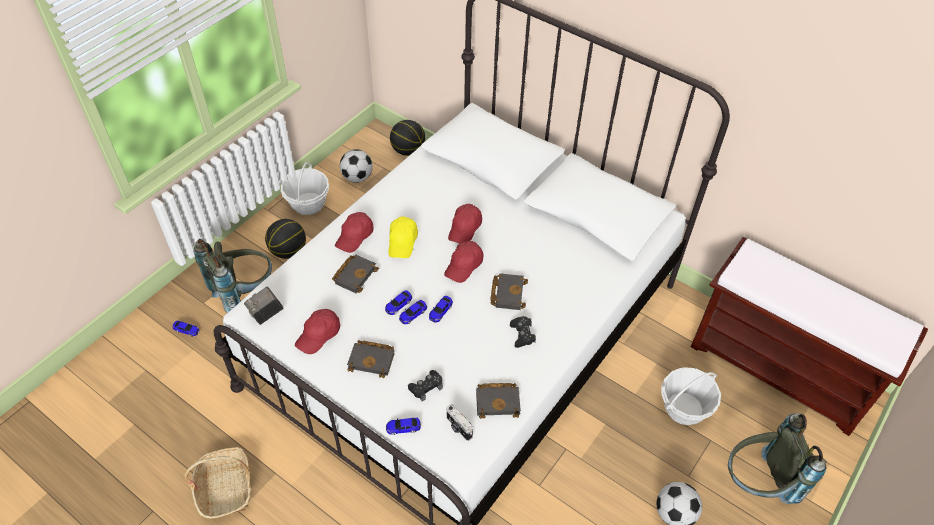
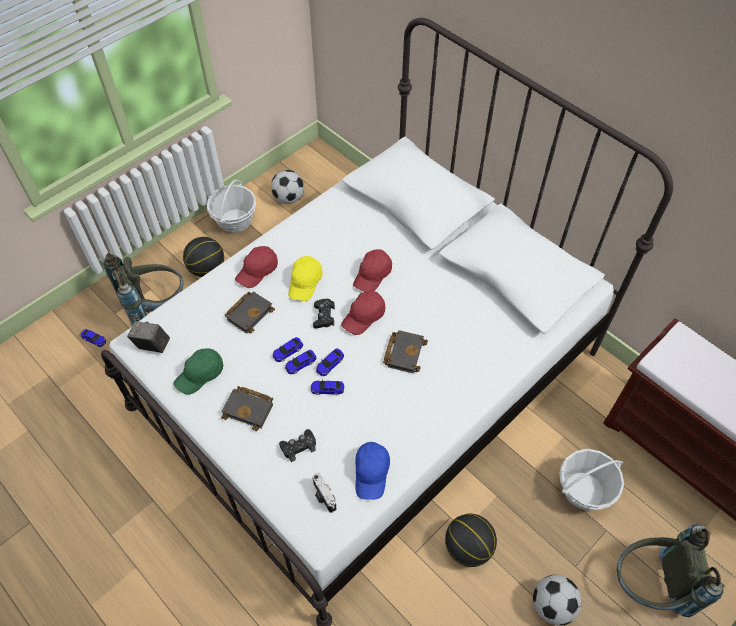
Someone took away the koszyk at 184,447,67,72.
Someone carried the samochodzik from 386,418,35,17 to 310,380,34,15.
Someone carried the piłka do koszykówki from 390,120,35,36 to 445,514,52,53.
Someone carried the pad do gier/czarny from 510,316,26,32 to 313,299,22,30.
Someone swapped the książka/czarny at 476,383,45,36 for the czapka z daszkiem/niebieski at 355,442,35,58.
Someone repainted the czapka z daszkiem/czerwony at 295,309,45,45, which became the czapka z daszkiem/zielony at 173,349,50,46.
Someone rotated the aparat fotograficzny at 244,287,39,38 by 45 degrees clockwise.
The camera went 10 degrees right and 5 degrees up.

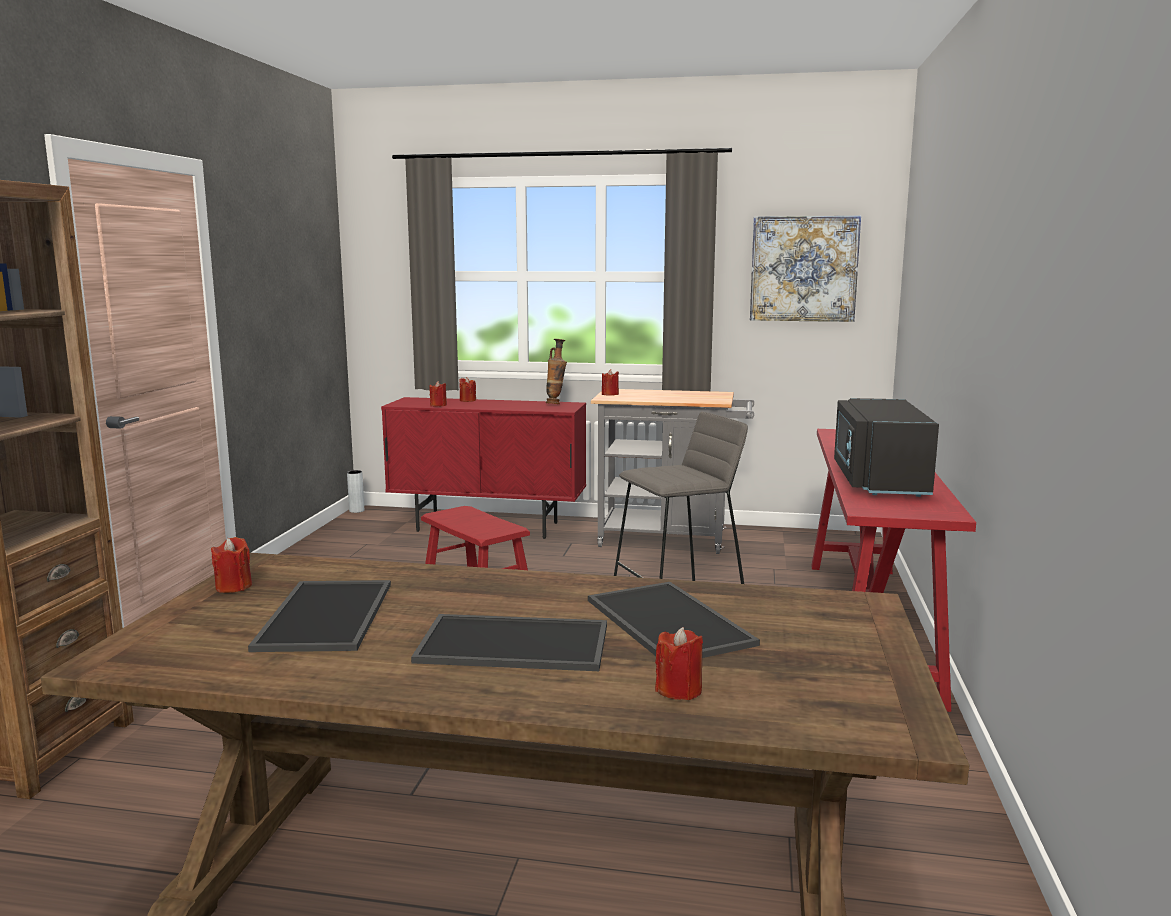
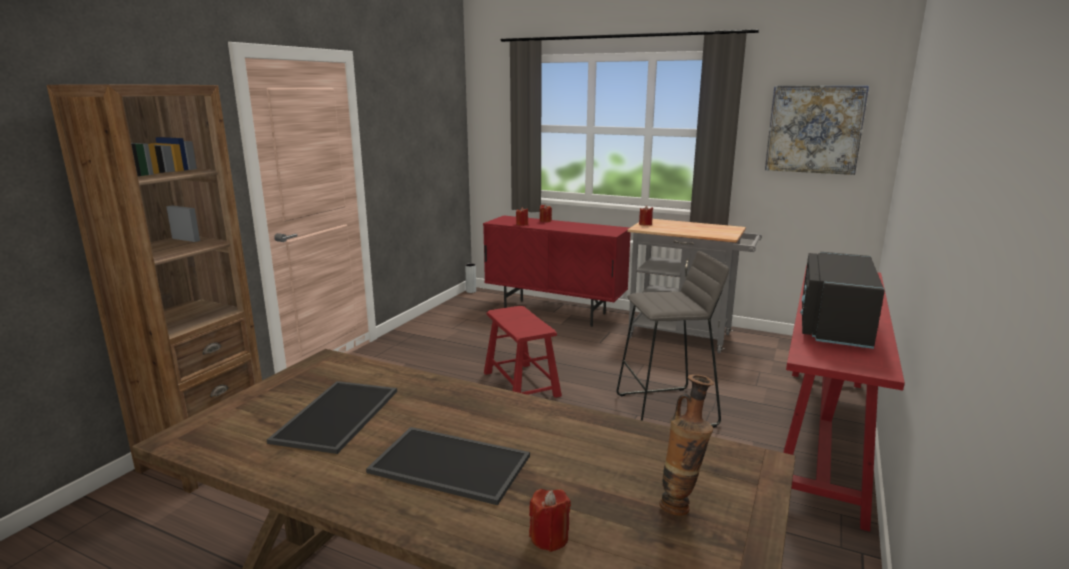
Someone took away the świeca/czerwony at 211,537,41,56.
Someone took away the taca at 588,582,172,76.
Someone carried the wazon from 546,339,21,65 to 659,374,55,142.
The camera went 15 degrees right and 5 degrees up.

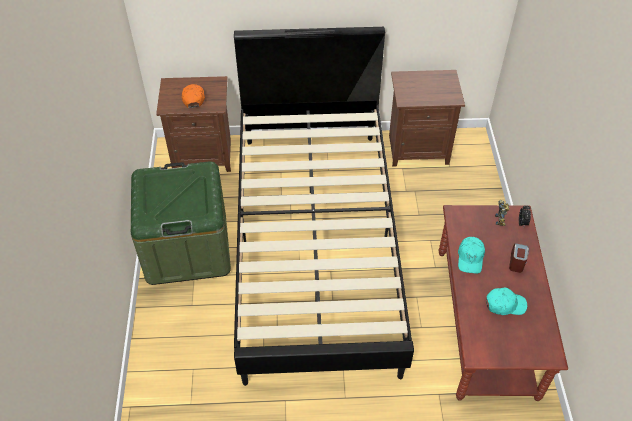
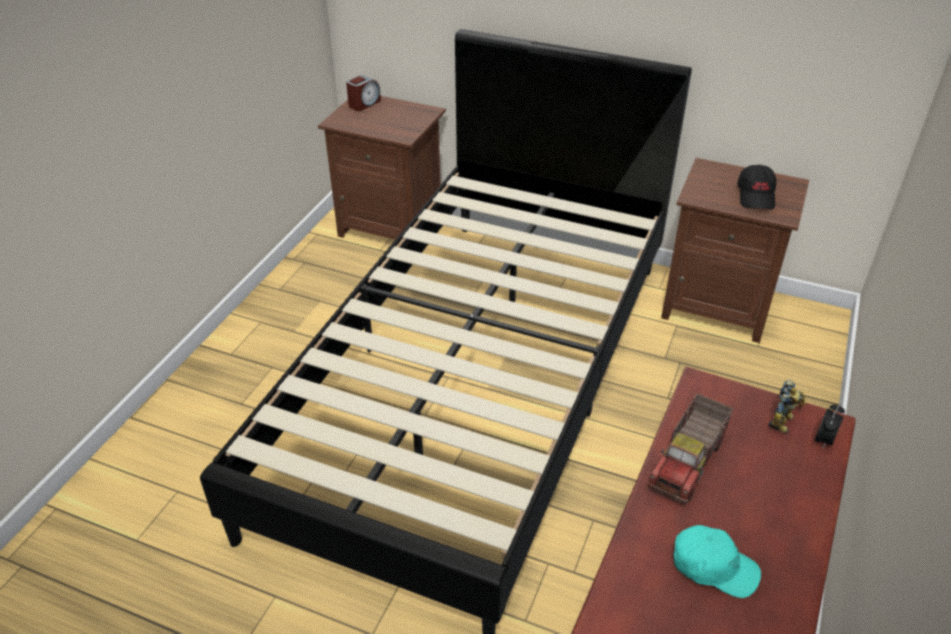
Someone took away the pojemnik do przechowywania/zielony at 131,161,100,124.
Someone took away the czapka z daszkiem/pomarańczowy at 182,84,23,24.
Someone put down the czapka z daszkiem/czarny at 737,165,39,45.
Someone carried the budzik from 509,243,20,30 to 346,75,35,36.
Someone swapped the czapka z daszkiem/turkusowy at 458,237,27,37 for the ciężarówka zabawkowa at 647,394,86,110.
The camera went 25 degrees right and 10 degrees down.

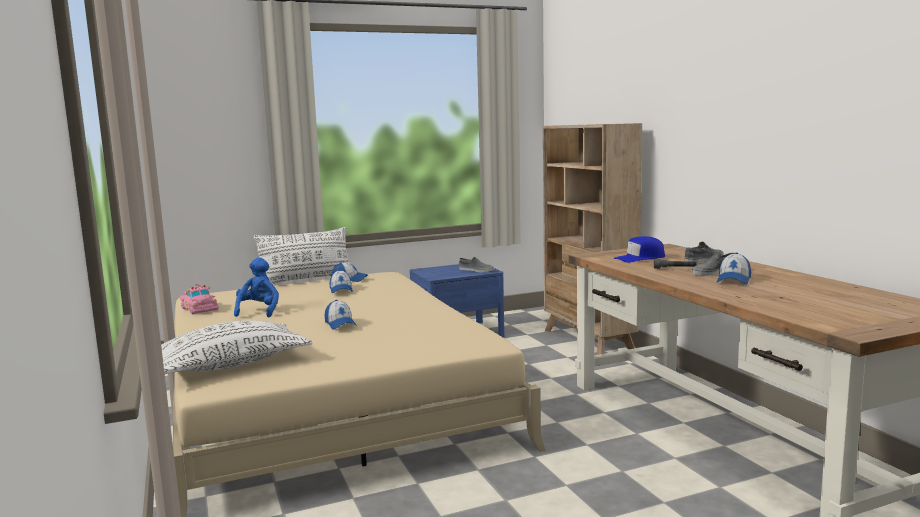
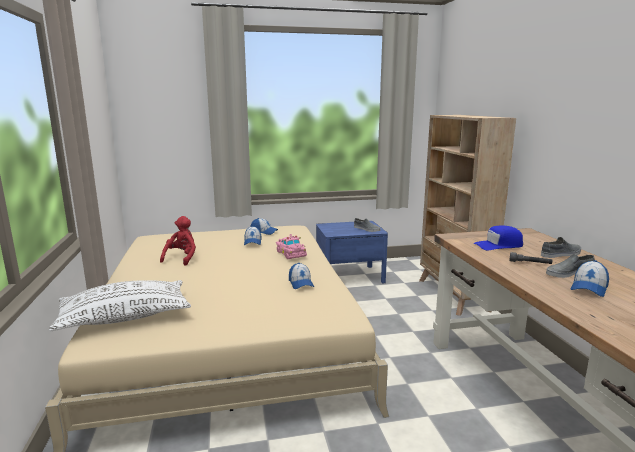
Someone took away the poduszka/biały at 254,227,96,57.
Someone carried the samochodzik/różowy from 180,284,39,30 to 276,234,31,25.
Someone carried the czapka z daszkiem from 325,300,32,29 to 289,263,25,26.
Someone repainted the pluszak/niebieski at 234,258,45,59, which became the pluszak/czerwony at 160,216,36,50.
The camera went 10 degrees right and 5 degrees up.

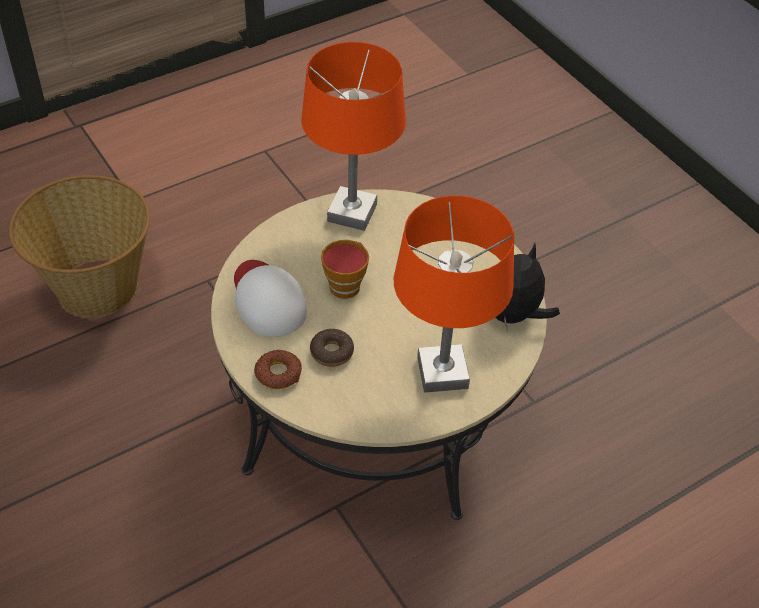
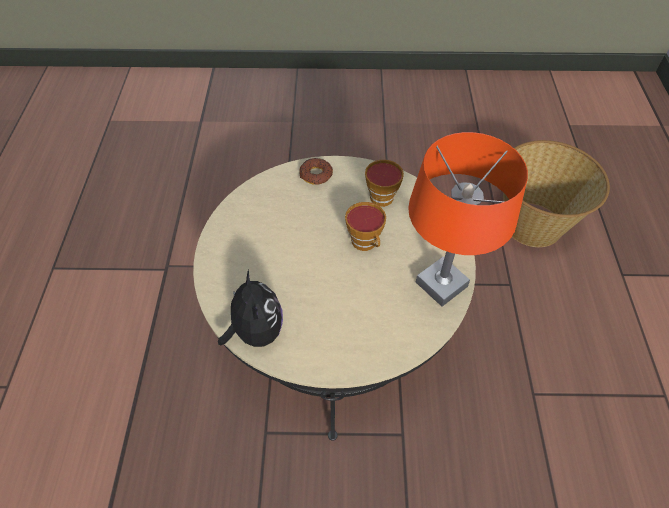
Someone took away the donut at 310,329,44,38.
Someone took away the lampa stołowa/pomarańczowy at 394,195,120,198.
Someone swapped the czapka z daszkiem/biały at 234,260,73,77 for the filiżanka at 365,160,39,47.
The camera went 125 degrees right and 5 degrees up.

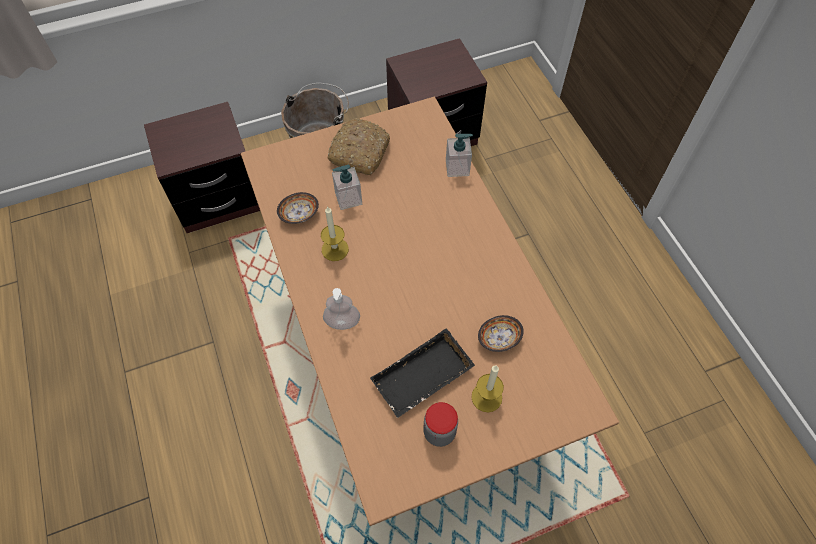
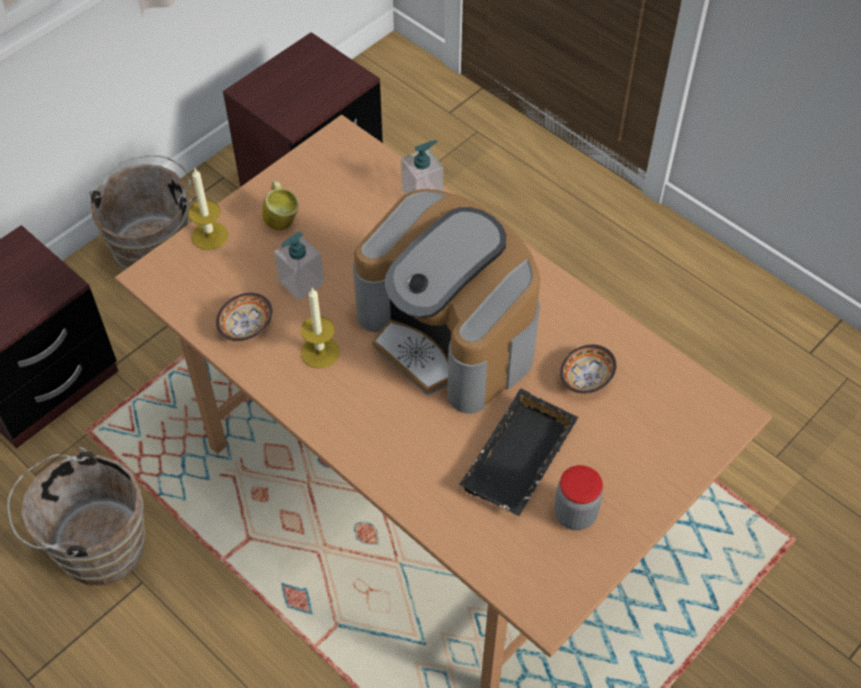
Someone took away the dozownik mydła at 323,288,37,42.
Someone put down the wiadro/brązowy at 7,447,138,139.
Someone put down the ekspres do kawy at 353,189,187,225.
Someone carried the świeca from 471,365,33,47 to 189,169,39,81.
Someone swapped the chleb at 328,118,62,57 for the kubek at 262,181,37,49.
The camera went 25 degrees left and 5 degrees down.

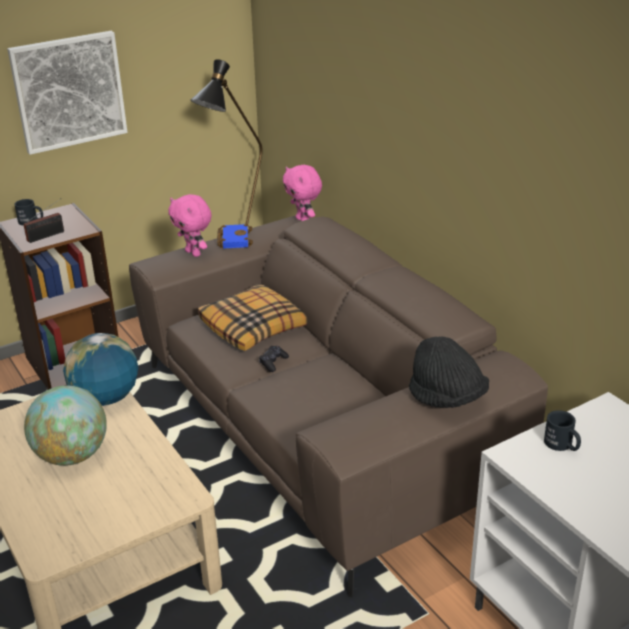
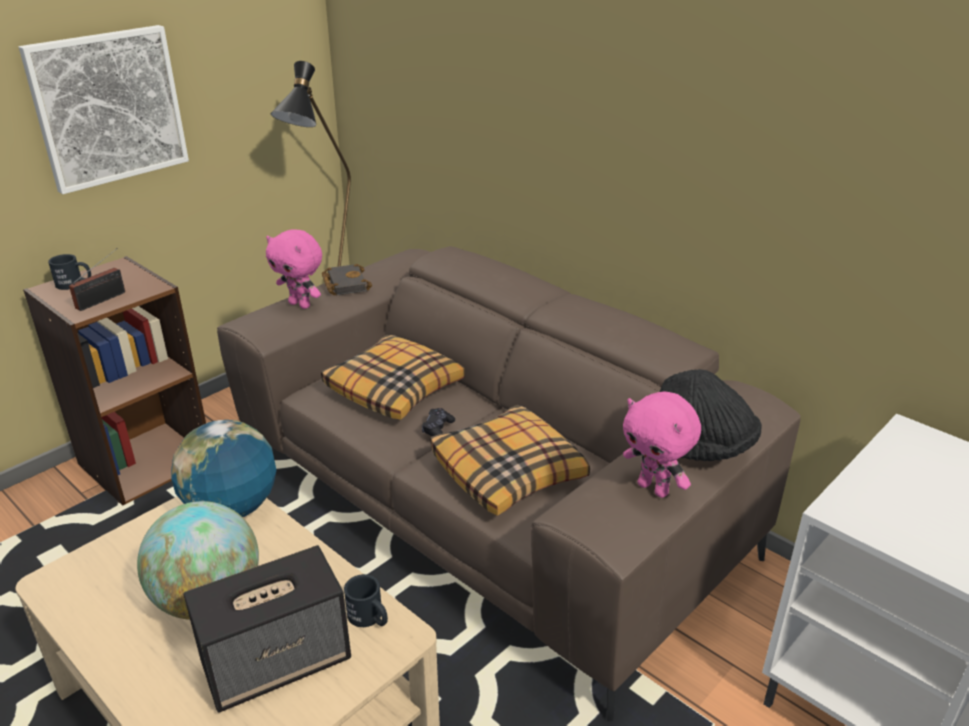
Someone put down the głośnik at 184,545,167,168.
Someone put down the poduszka at 430,405,160,111.
Someone carried the pluszak/różowy from 283,165,39,56 to 623,391,78,107.
Someone carried the kubek/czarny from 544,410,37,41 to 344,574,44,53.
Someone repainted the książka/niebieski at 217,224,36,25, which became the książka/czarny at 322,264,50,31.
The camera went 15 degrees left and 0 degrees up.

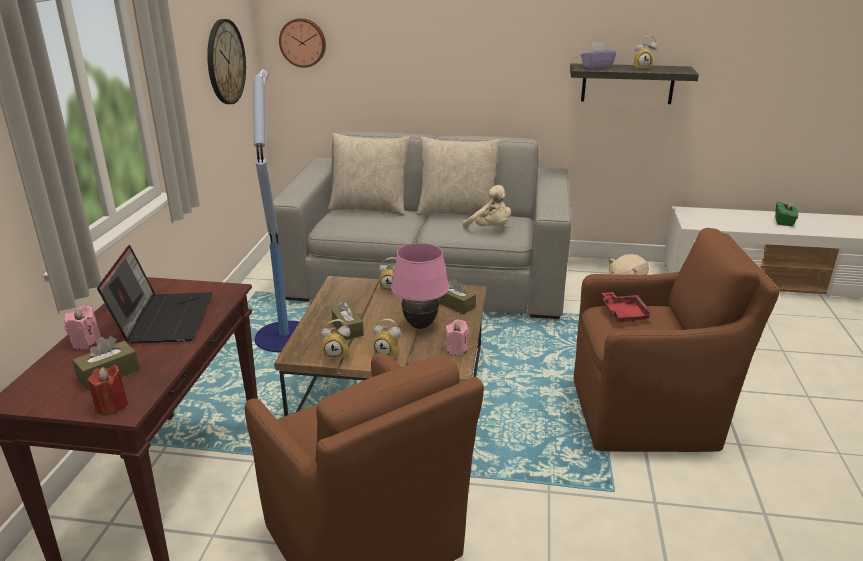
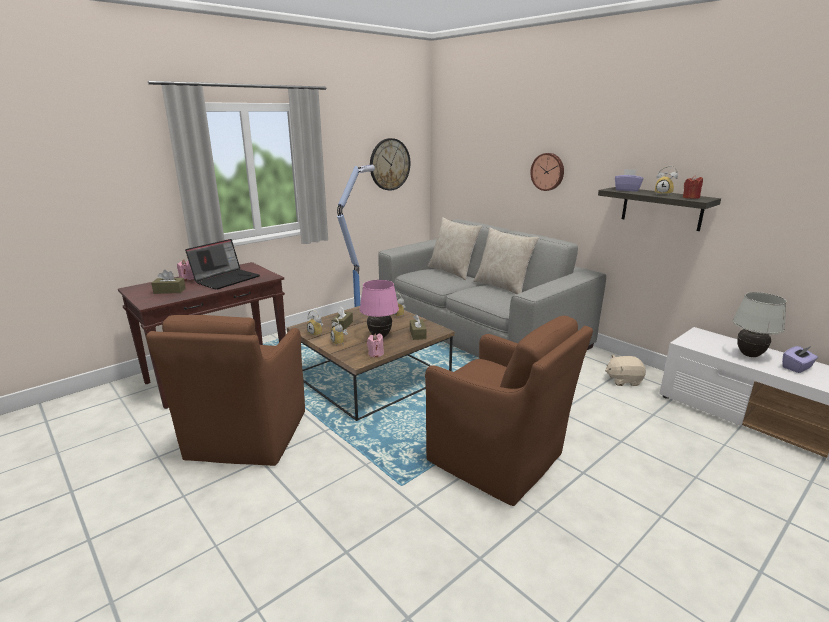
Someone took away the pluszak/beżowy at 463,185,48,44.
Someone took away the taca/czerwony at 602,292,51,30.
Someone put down the lampa stołowa/biały at 733,292,54,65.
Someone carried the świeca/czerwony from 87,365,41,51 to 683,175,20,24.
Someone carried the zegar ścienny from 279,18,47,50 to 530,153,34,38.
Someone repainted the pudełko chusteczek/zielony at 775,199,23,27, which became the pudełko chusteczek/fioletowy at 782,346,36,27.
The camera went 40 degrees right and 5 degrees down.

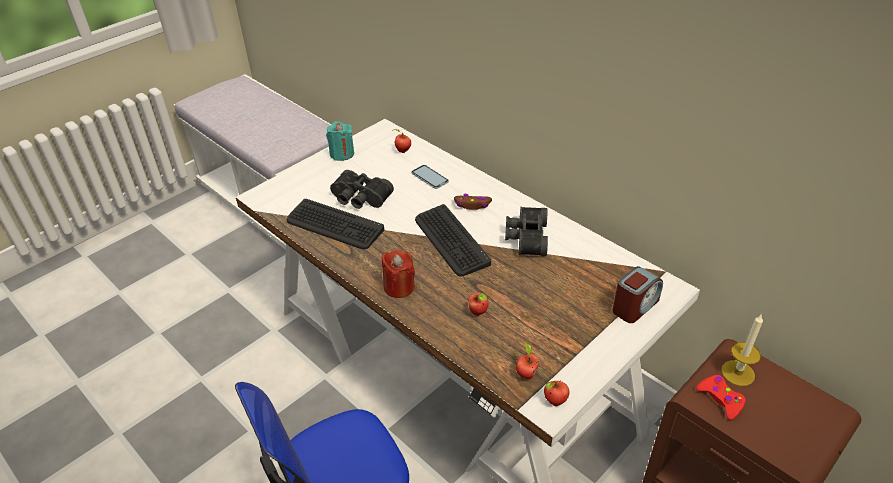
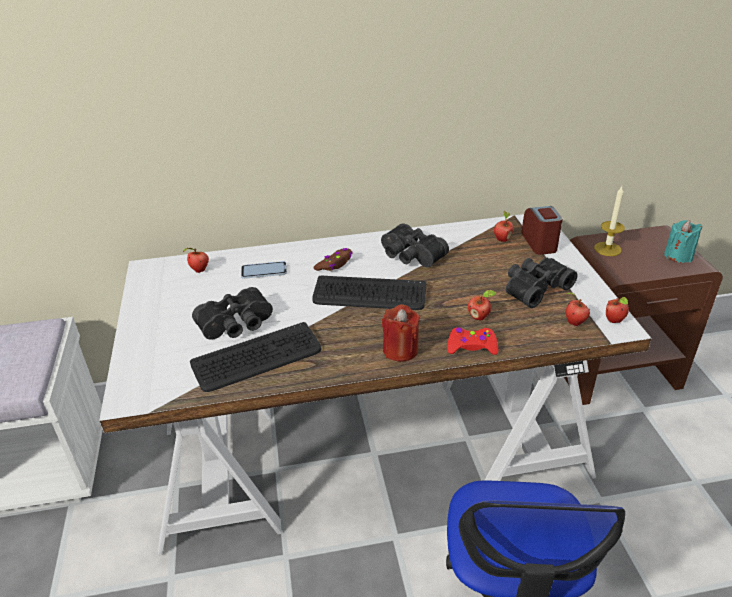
Someone put down the jabłko at 494,211,20,31.
Someone put down the lornetka/czarny at 506,257,72,51.
Someone carried the świeca/turkusowy from 326,121,28,40 to 664,220,38,43.
Someone carried the pad do gier/czerwony from 696,375,50,45 to 447,327,51,28.
The camera went 55 degrees left and 5 degrees down.

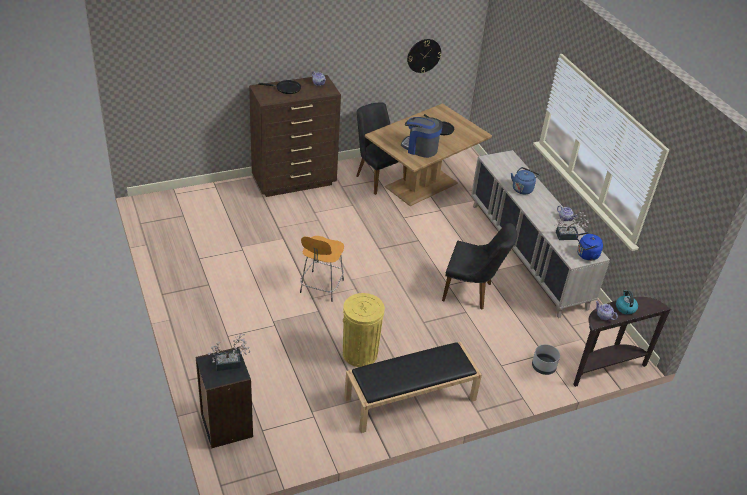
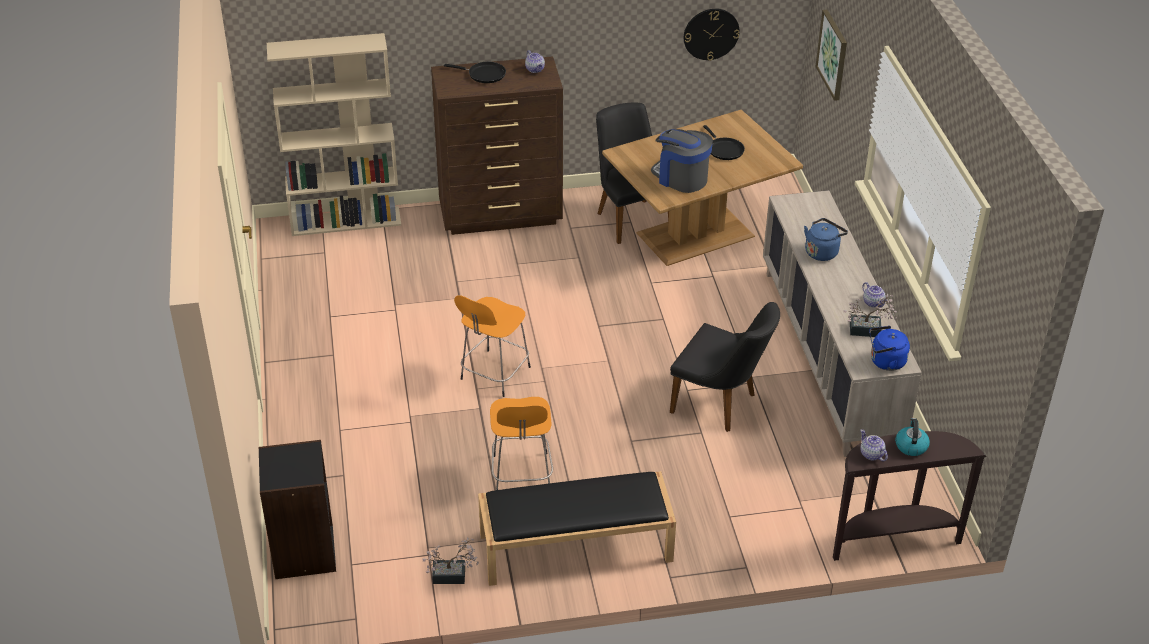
Someone took away the donica/szary at 532,344,28,31.
Someone put down the regał/beżowy at 267,33,134,203.
Someone put up the obraz at 815,10,32,91.
Someone carried the roślina doniczkowa from 208,334,42,37 to 422,538,57,46.
Someone swapped the kosz na śmieci/żółty at 343,293,42,74 for the stołek/pomarańczowy at 490,397,63,93.
The camera went 15 degrees right and 0 degrees up.

